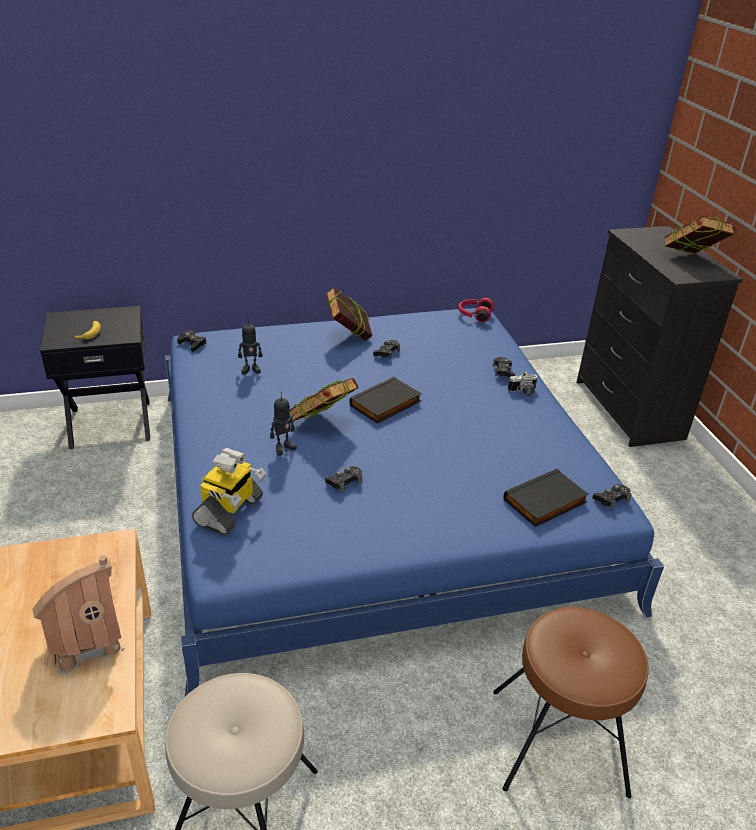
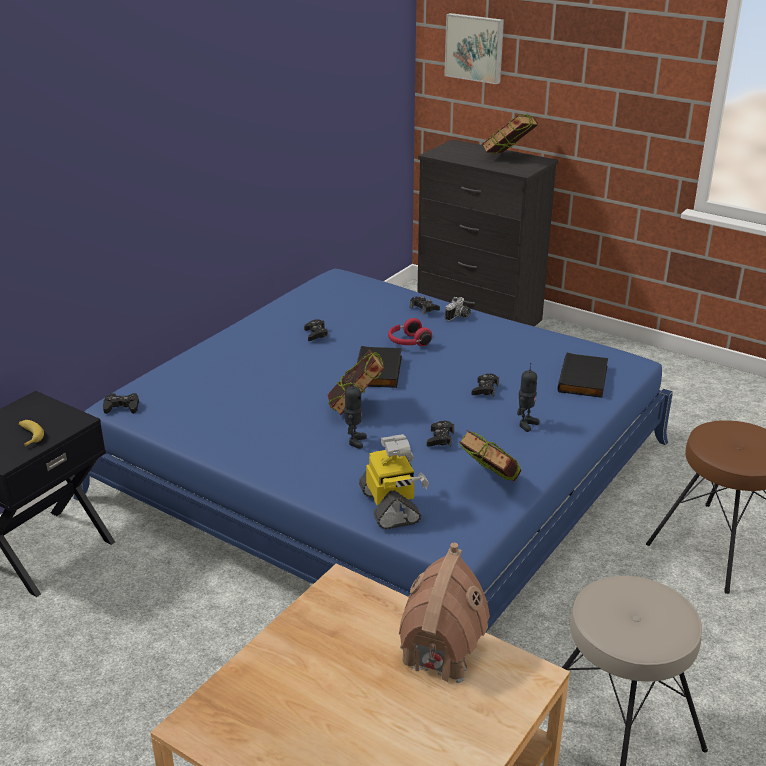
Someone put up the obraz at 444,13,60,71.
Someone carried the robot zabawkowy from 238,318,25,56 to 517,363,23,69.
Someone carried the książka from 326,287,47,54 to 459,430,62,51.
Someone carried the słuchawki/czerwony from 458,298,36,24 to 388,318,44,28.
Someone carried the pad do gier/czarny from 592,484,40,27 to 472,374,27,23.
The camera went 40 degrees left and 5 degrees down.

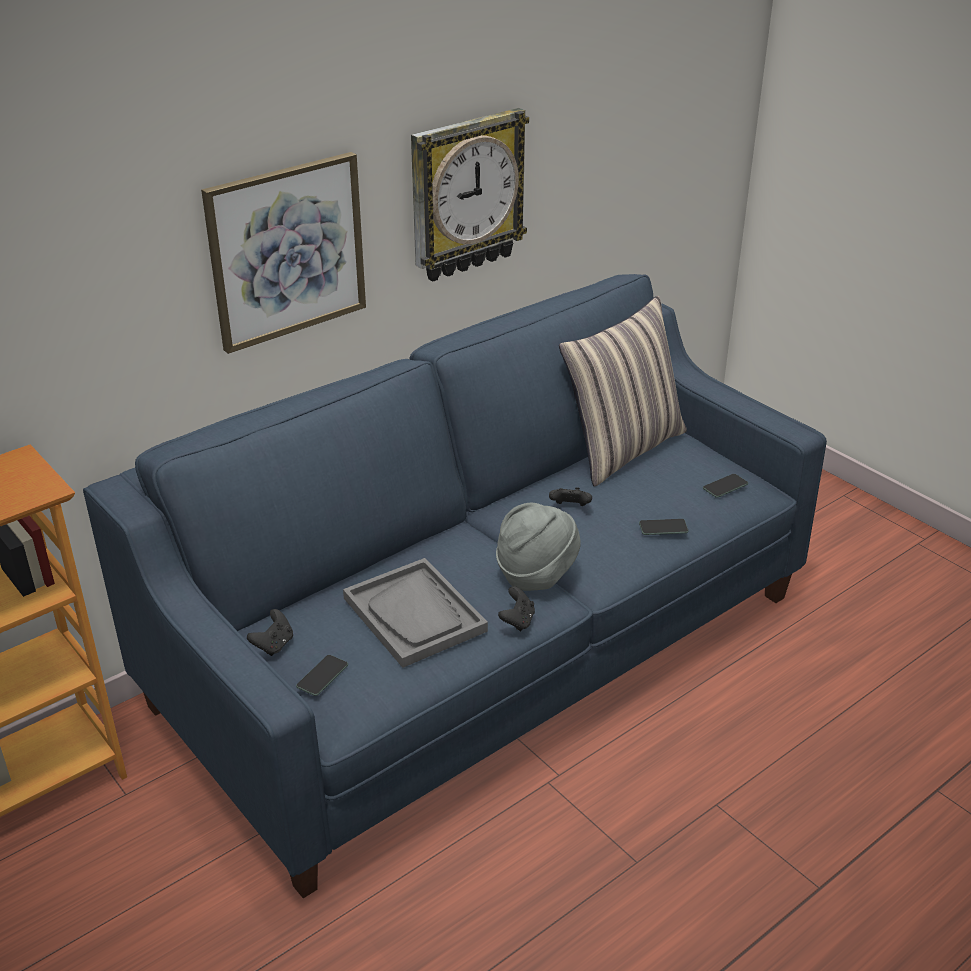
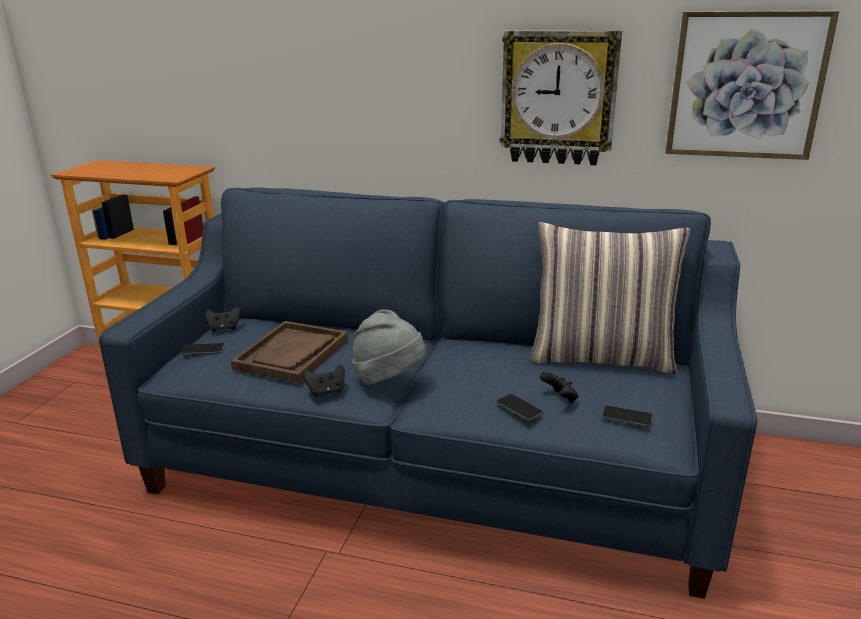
Someone carried the obraz from 201,152,165,202 to 666,11,173,149.
Someone carried the pad do gier/czarny from 549,487,43,19 to 540,372,38,31.
Someone repainted the taca/szary at 343,558,145,110, which became the taca/brązowy at 231,321,117,62.
The camera went 55 degrees right and 10 degrees down.

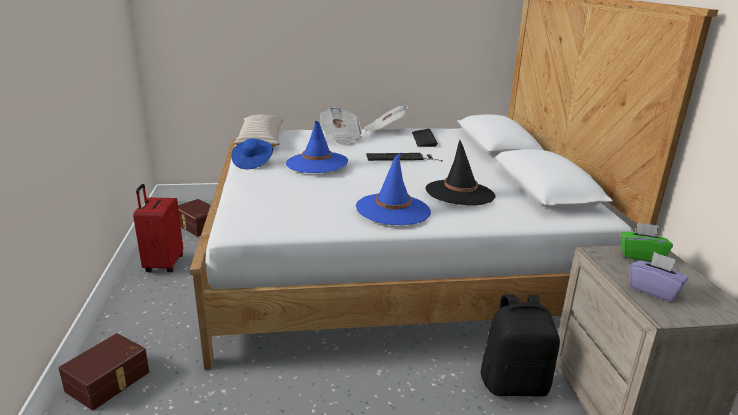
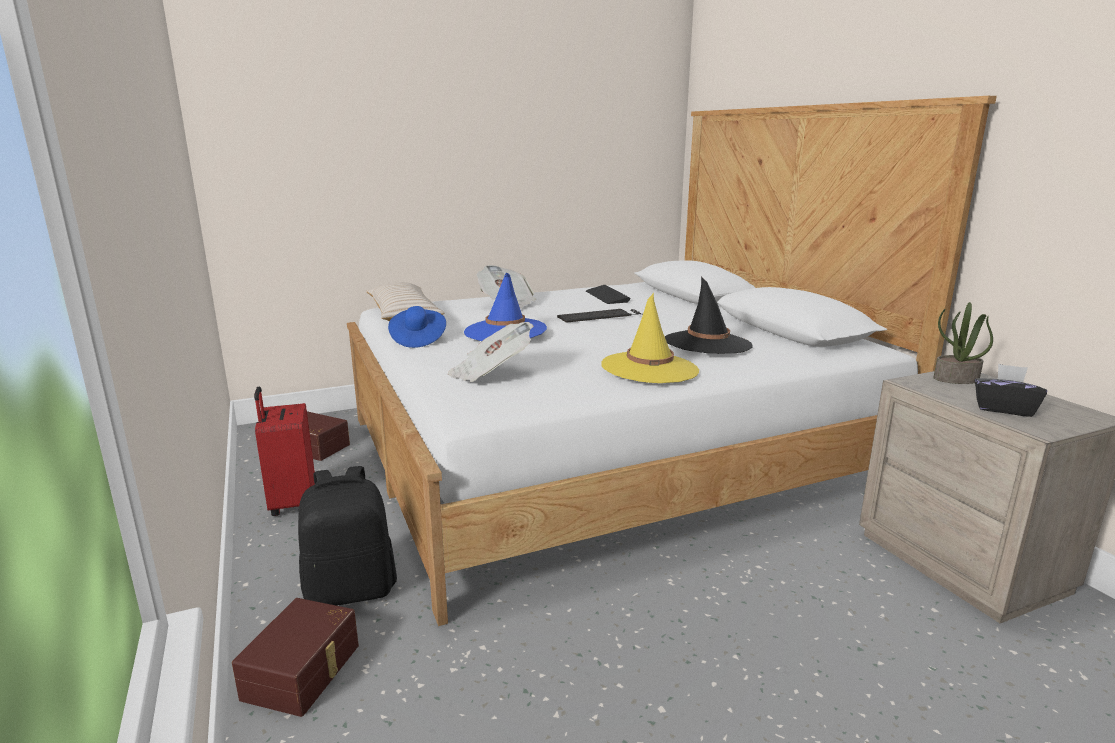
Someone carried the gazeta from 363,106,46,26 to 448,322,86,60.
Someone carried the plecak/czarny from 481,294,79,102 to 298,466,99,140.
Someone swapped the pudełko chusteczek/zielony at 621,222,52,40 for the roślina doniczkowa at 934,302,59,82.
Someone repainted the kapelusz/niebieski at 356,153,75,72, which became the kapelusz/żółty at 601,293,98,90.
Someone repainted the pudełko chusteczek/fioletowy at 629,252,60,50, which became the pudełko chusteczek/czarny at 975,364,72,53.
The camera went 15 degrees left and 5 degrees down.

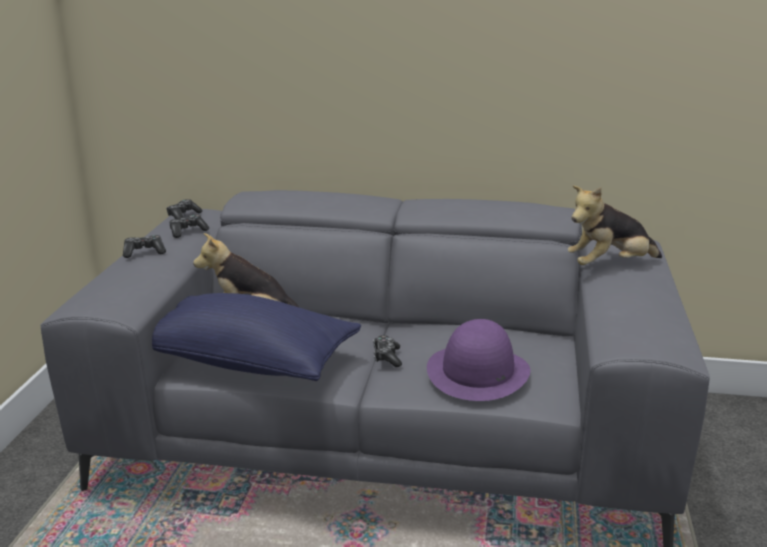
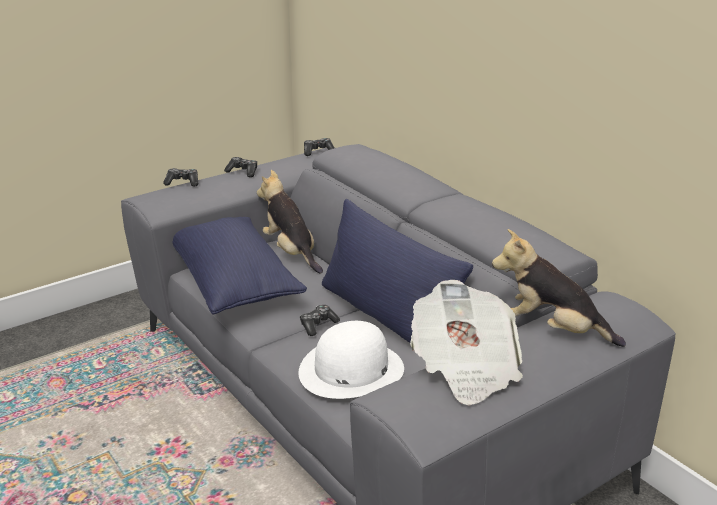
Someone put down the poduszka/niebieski at 322,199,151,144.
Someone put down the gazeta at 410,280,113,126.
Someone carried the pad do gier from 170,215,39,23 to 163,168,35,19.
Someone repainted the kapelusz/fioletowy at 427,319,103,82, which became the kapelusz/biały at 298,321,106,78.
The camera went 45 degrees right and 5 degrees up.

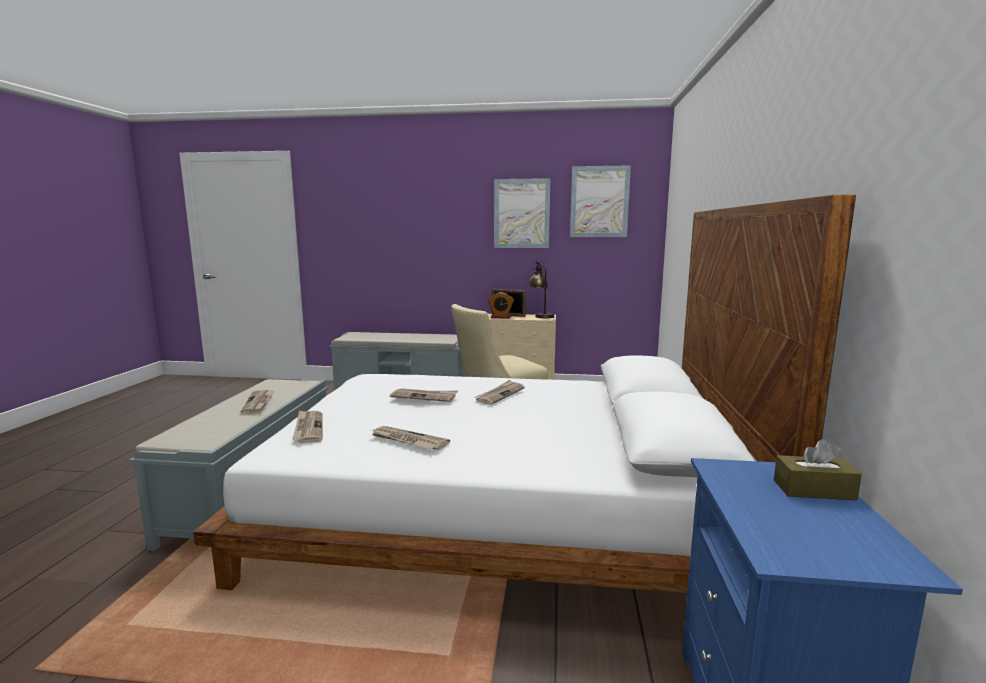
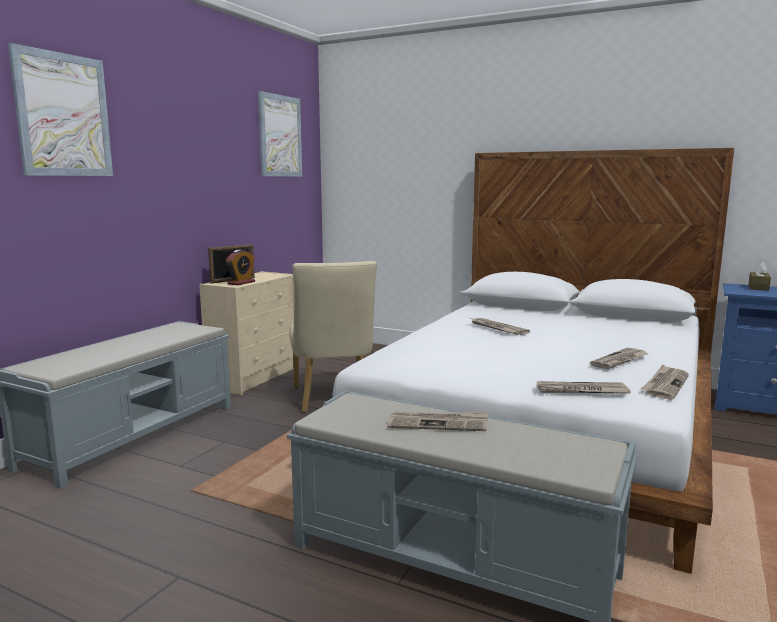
Someone took away the lampa stołowa at 529,261,25,57.
Someone carried the gazeta from 390,388,68,14 to 641,365,48,35.
Someone carried the obraz from 494,178,56,70 to 8,43,105,133.
The camera went 70 degrees left and 0 degrees up.

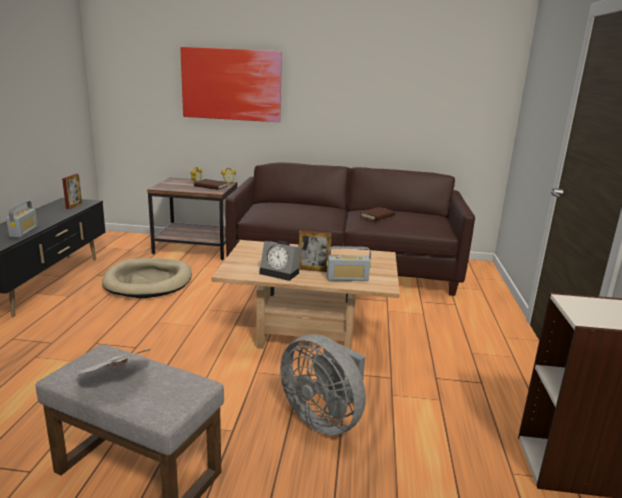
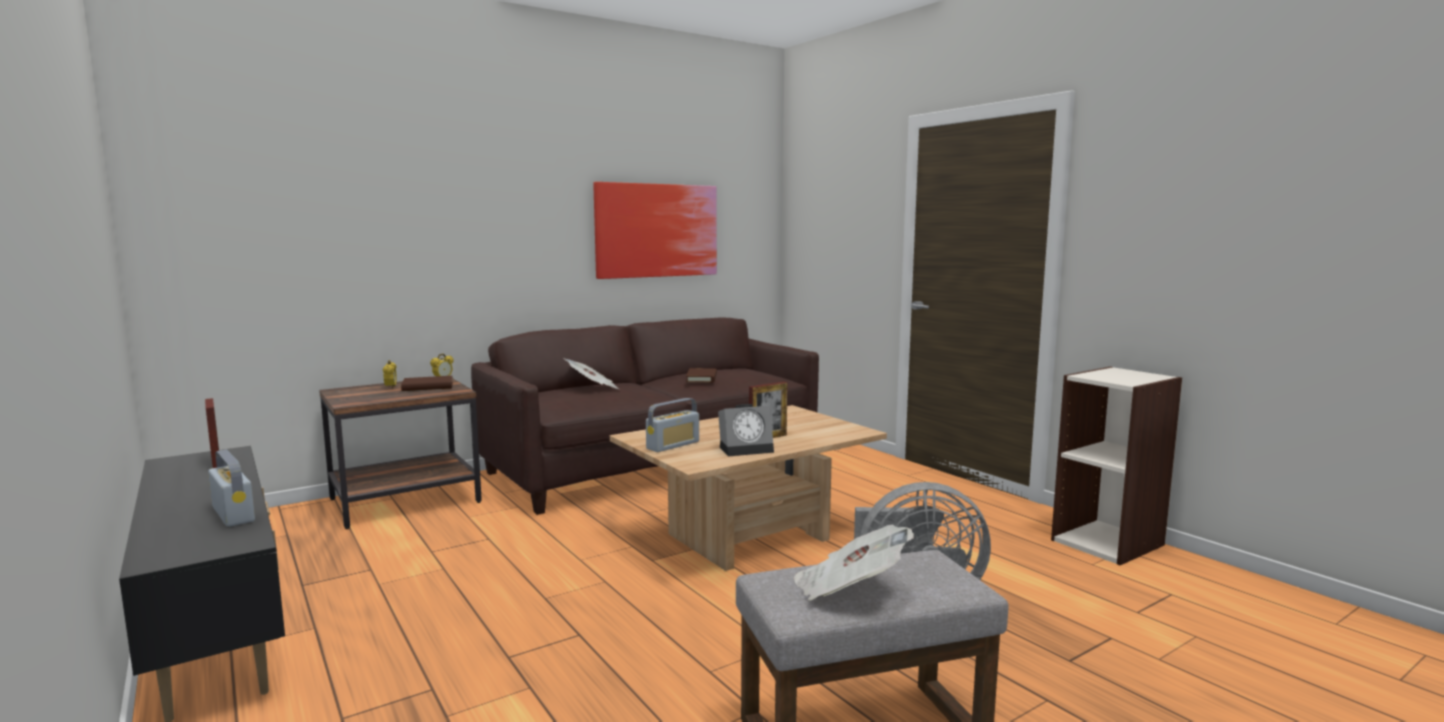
Someone took away the legowisko/beżowy at 102,258,90,40.
Someone put down the gazeta at 563,358,56,31.
Someone carried the obraz from 180,47,102,75 to 593,182,124,97.
Someone carried the radio from 326,246,45,35 to 646,398,53,54.
The camera went 40 degrees left and 10 degrees down.

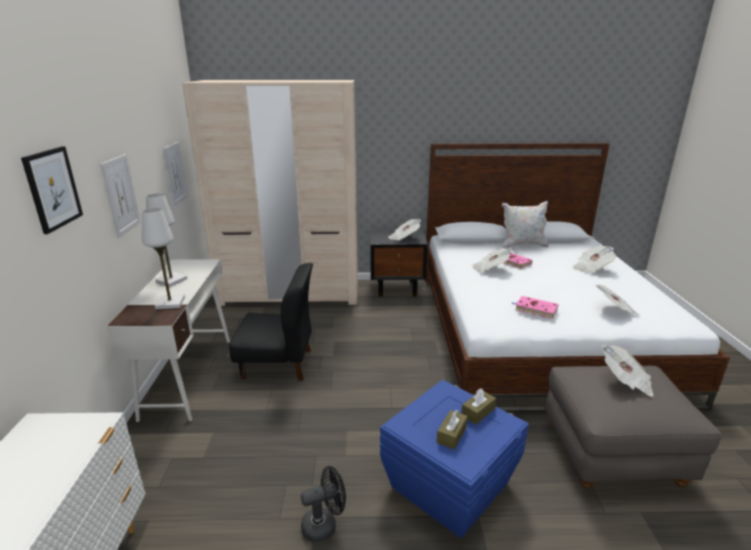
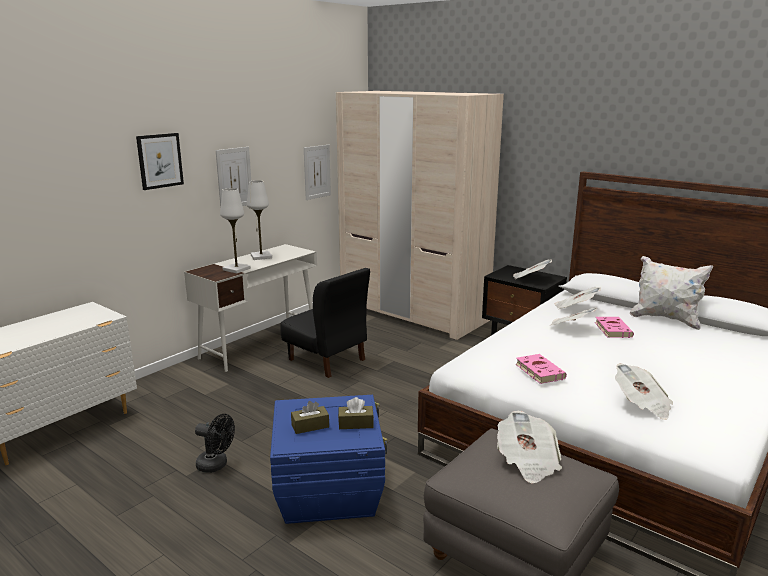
Someone carried the gazeta from 573,246,43,27 to 555,287,46,23.
The camera went 40 degrees right and 5 degrees down.

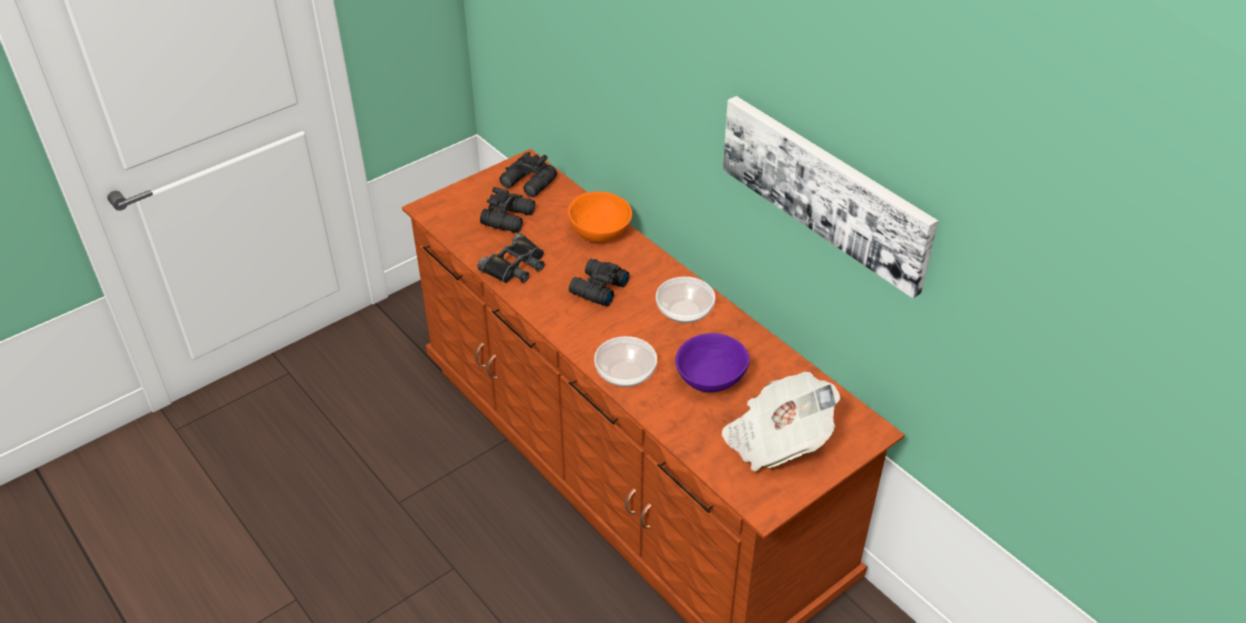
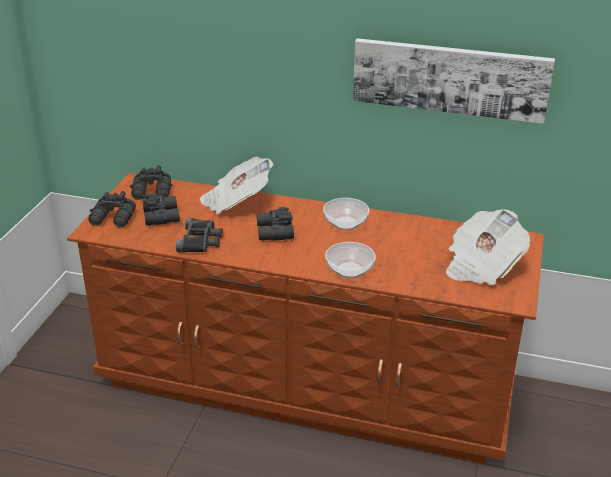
Someone took away the miska/fioletowy at 675,333,75,59.
Someone put down the lornetka/czarny at 88,191,48,37.
Someone swapped the miska/pomarańczowy at 568,192,64,50 for the gazeta at 199,156,74,58.
The camera went 35 degrees left and 10 degrees down.

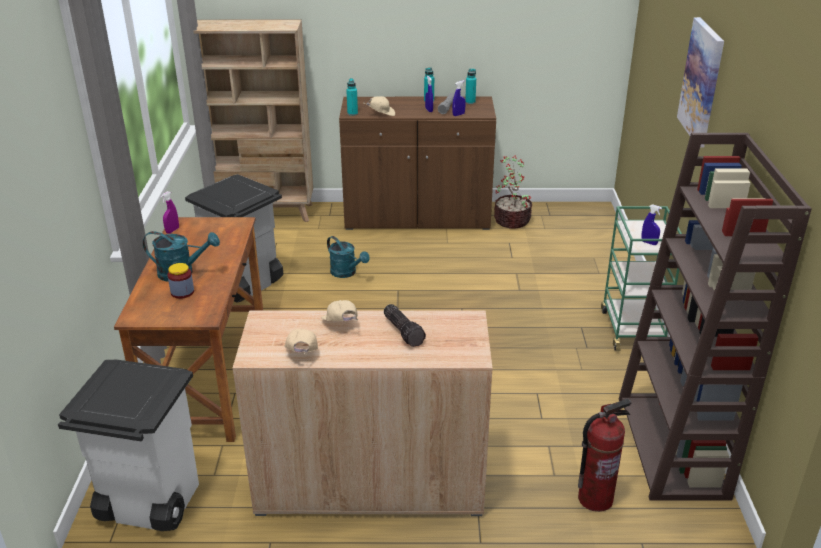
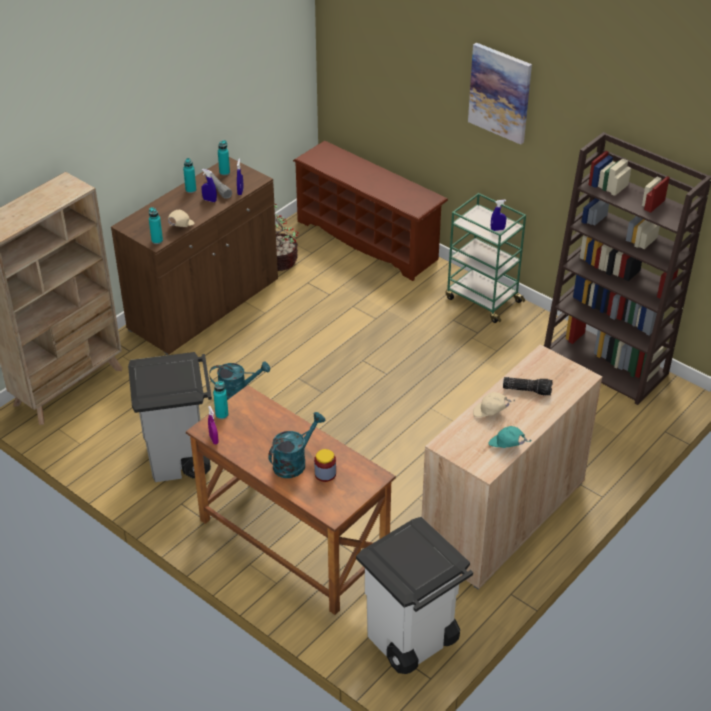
Someone took away the gaśnica at 578,399,53,113.
Someone put down the butelka/turkusowy at 213,381,16,38.
Someone put down the regał na buty/brązowy at 293,141,155,140.
Someone repainted the czapka z daszkiem/beżowy at 284,329,34,25, which became the czapka z daszkiem/turkusowy at 488,426,43,22.
The camera went 50 degrees left and 10 degrees up.

